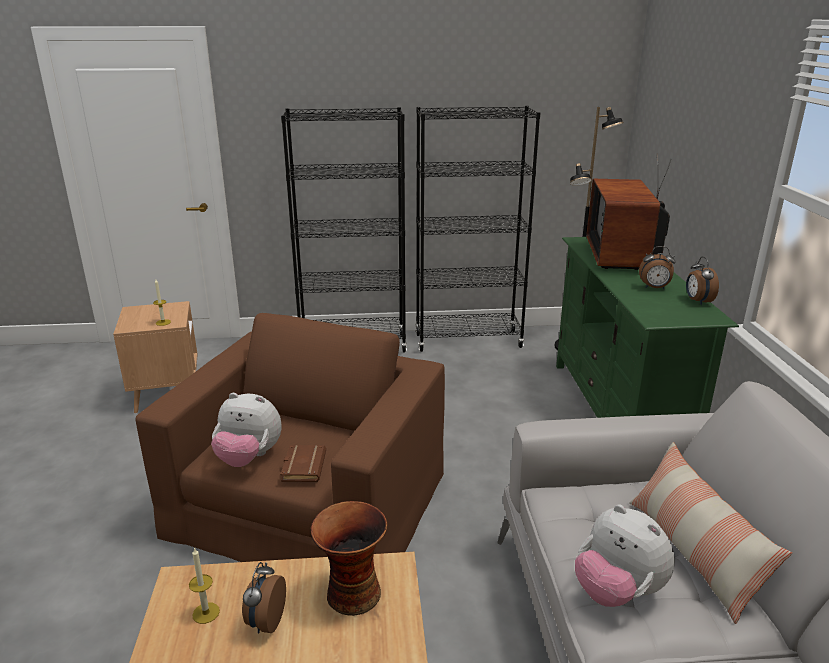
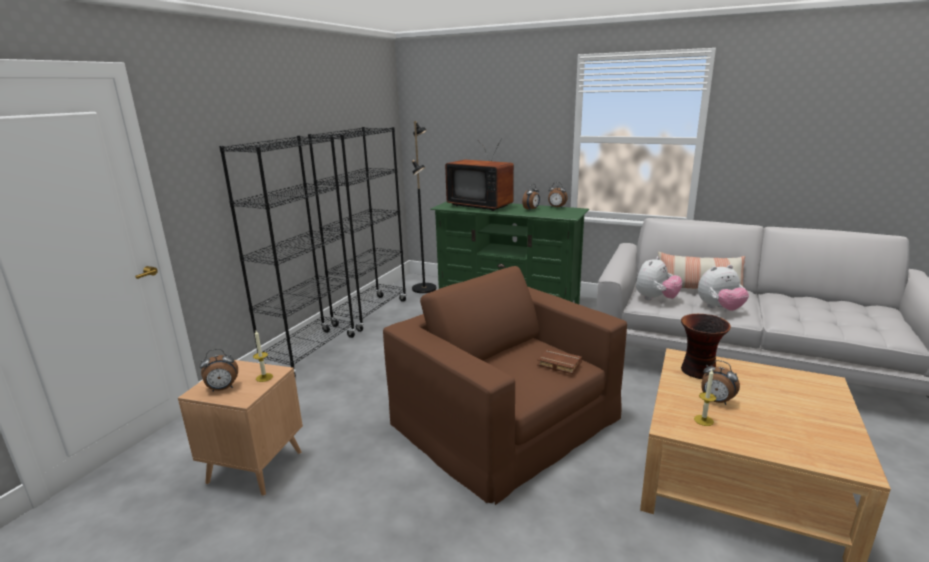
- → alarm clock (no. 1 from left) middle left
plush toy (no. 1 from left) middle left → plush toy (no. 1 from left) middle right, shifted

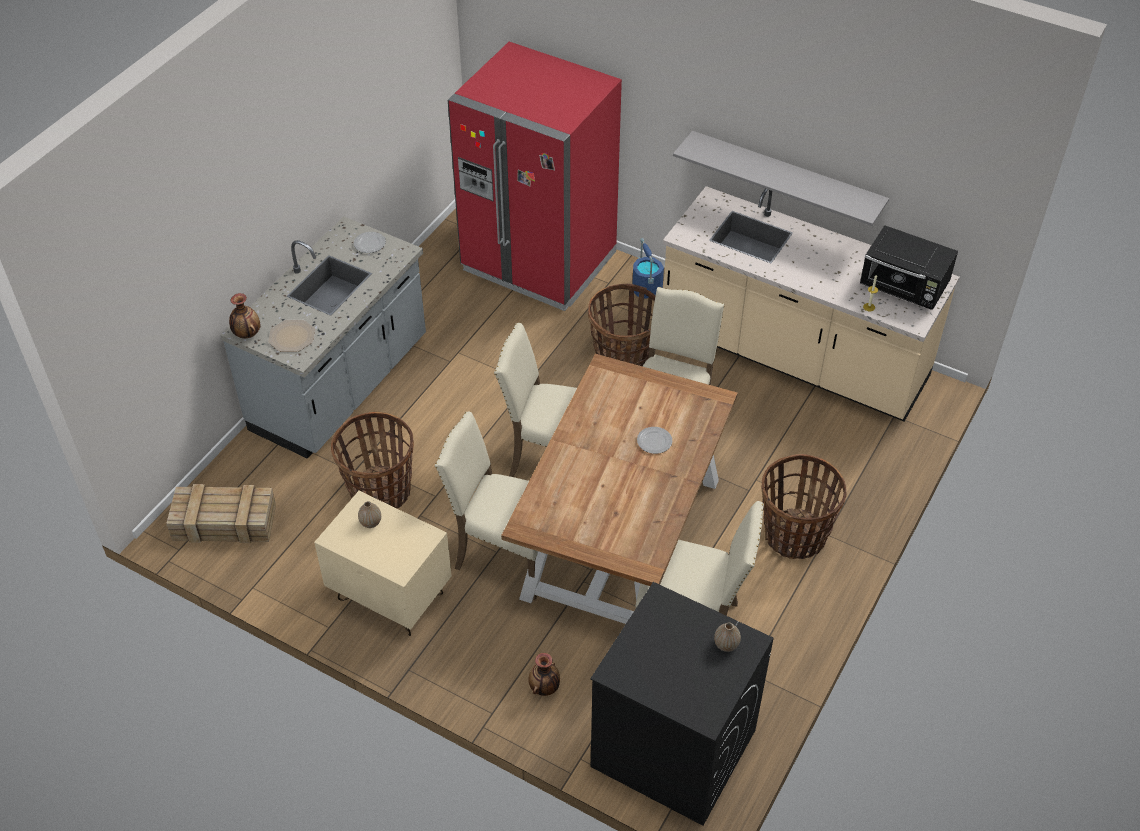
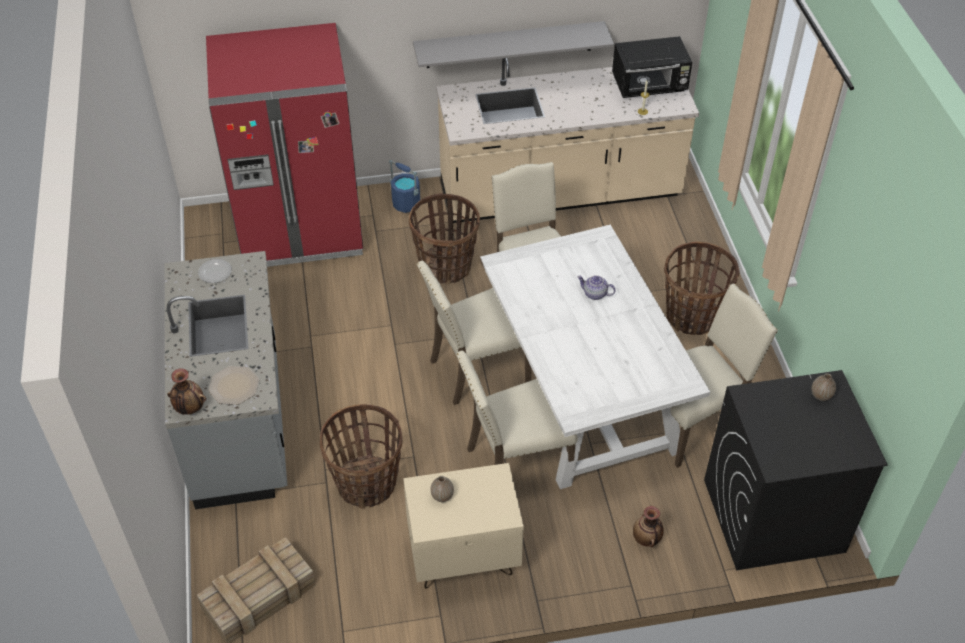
brown dining table centre → white dining table centre
plate (no. 3 from left) centre → teapot centre

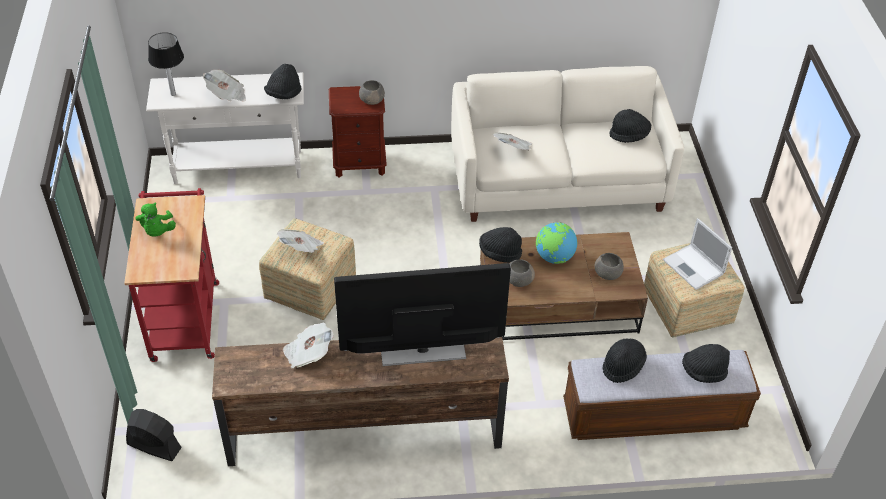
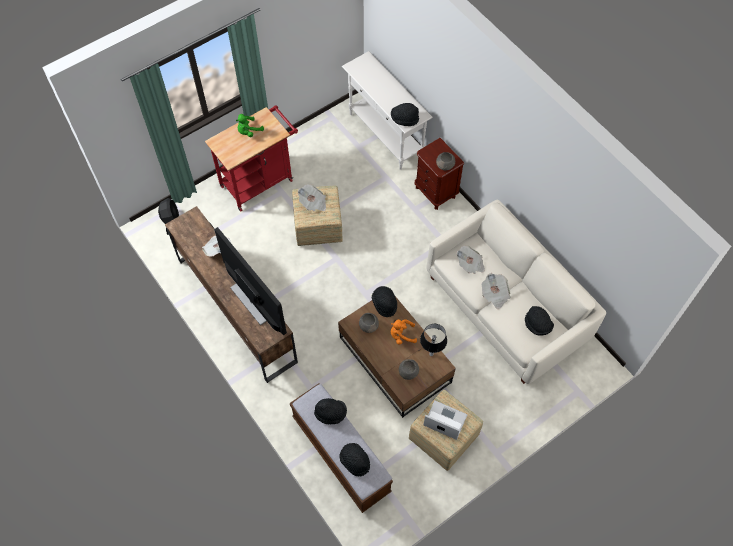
globe centre → orange plush toy centre
table lamp top left → table lamp centre, shifted
laptop middle right → laptop bottom centre, 90 degrees clockwise
newspaper (no. 1 from left in the first image) top left → newspaper (no. 4 from left) middle right, shifted

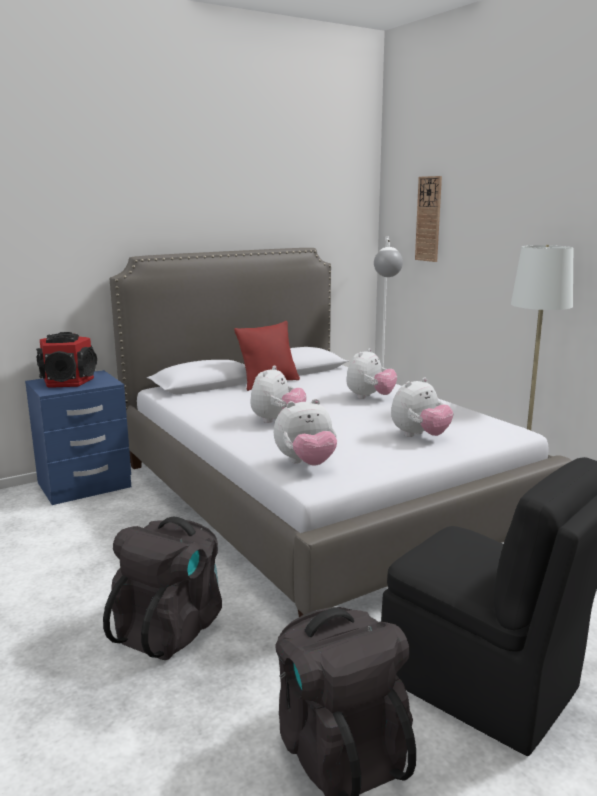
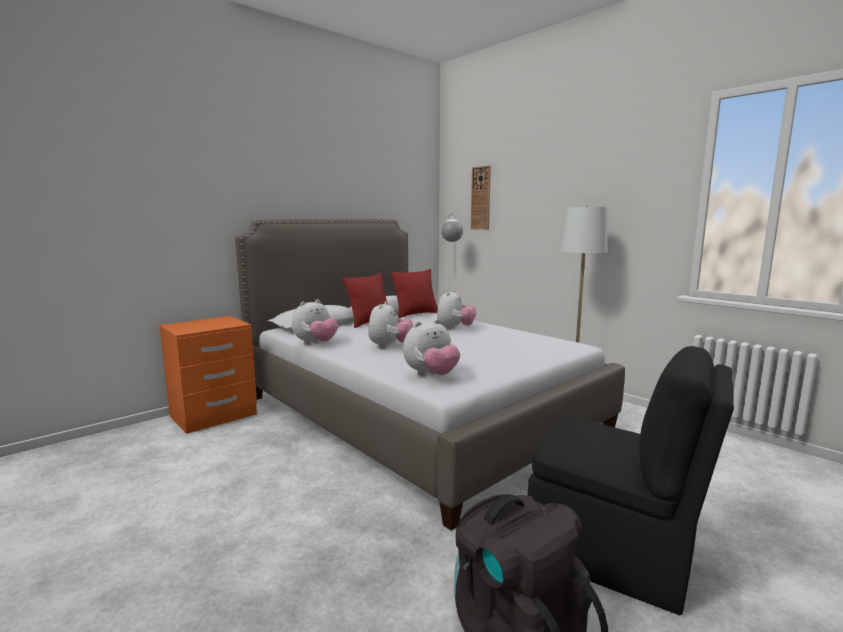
blue nightstand middle left → orange nightstand middle left
plush toy (no. 4 from left in the first image) middle right → plush toy (no. 1 from left) centre, shifted
- → red pillow (no. 2 from left) centre
speaker middle left → -
black backpack (no. 1 from left) bottom left → -

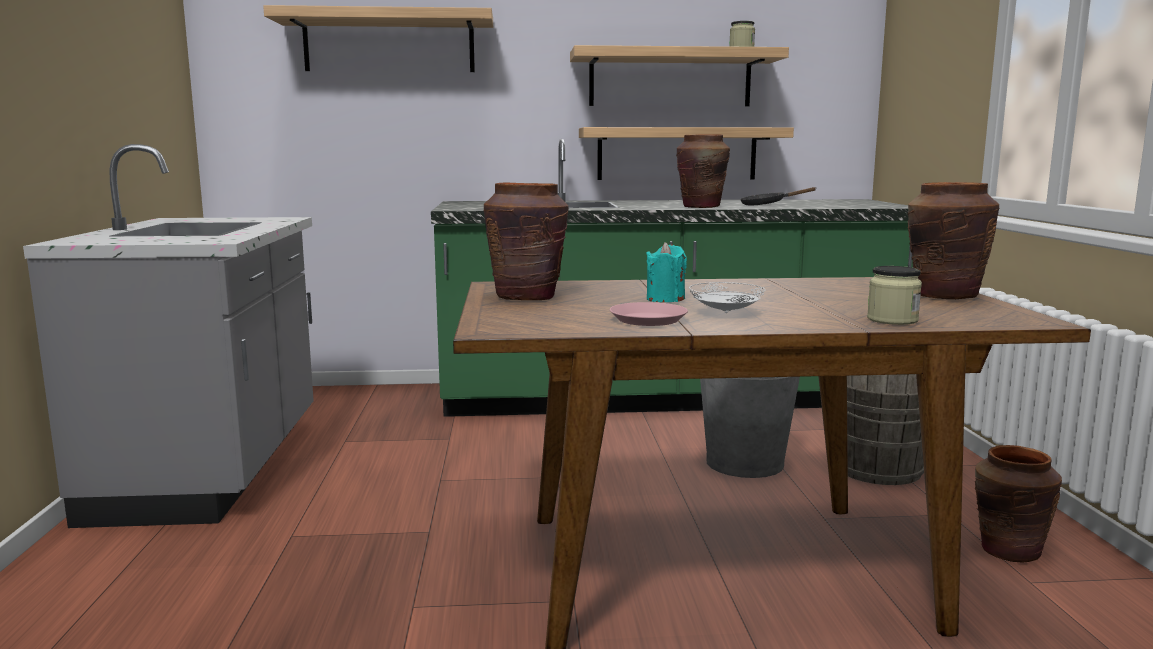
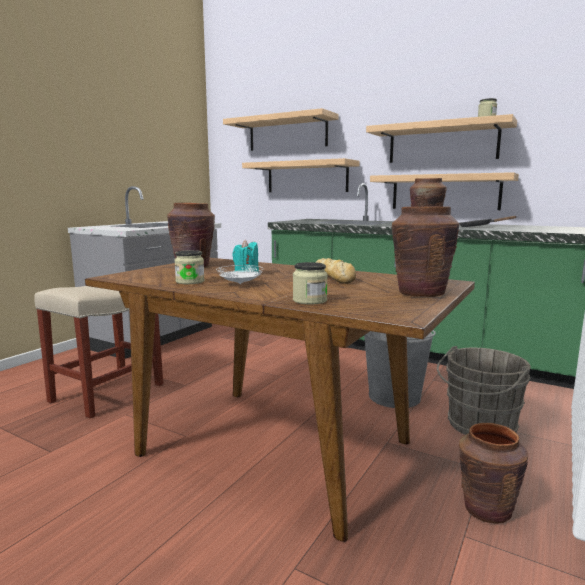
- → beige stool middle left
pink plate centre → jar (no. 1 from left) middle left
- → shelf (no. 2 from left) top centre
- → bread centre

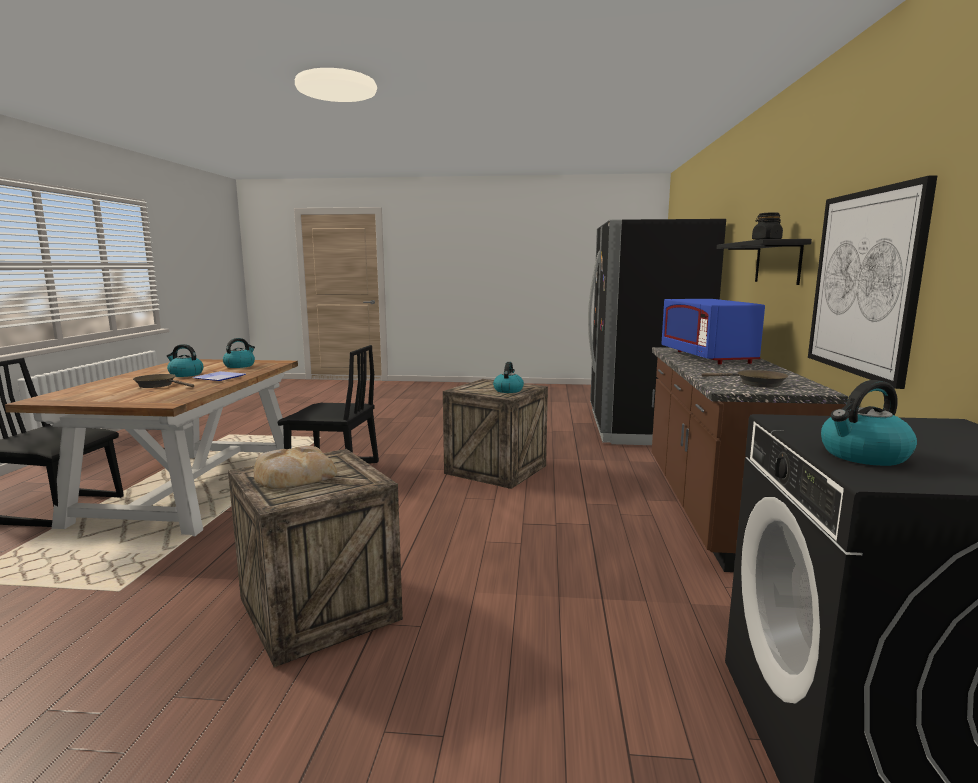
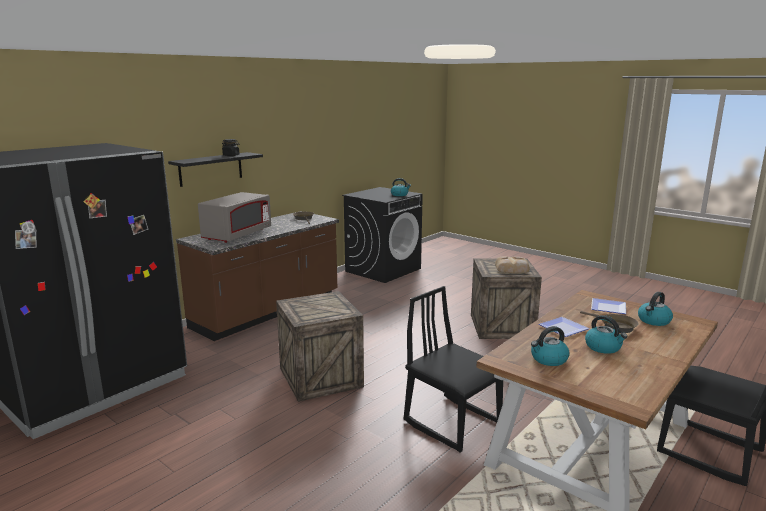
blue microwave middle right → grey microwave middle left
- → plate (no. 2 from left) middle right
kettle (no. 3 from left in the first image) centre → kettle (no. 4 from left) middle right, shifted
picture middle right → -

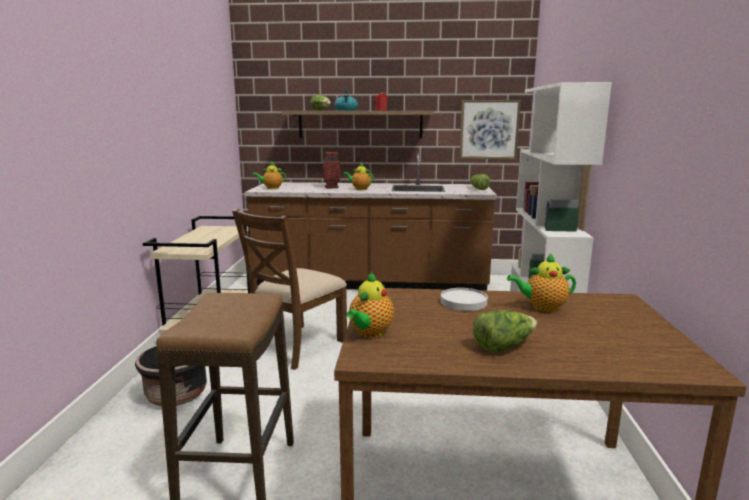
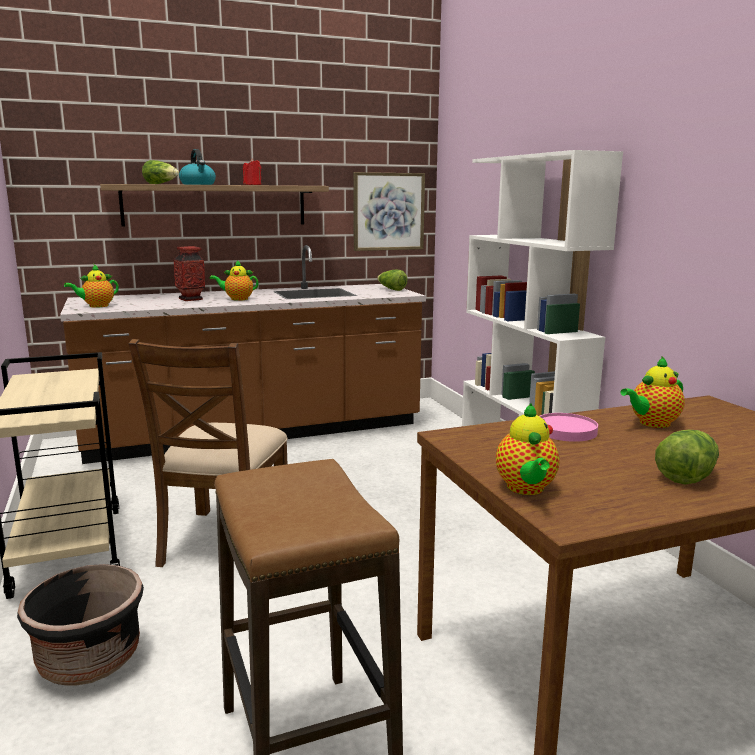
white plate centre → pink plate middle right

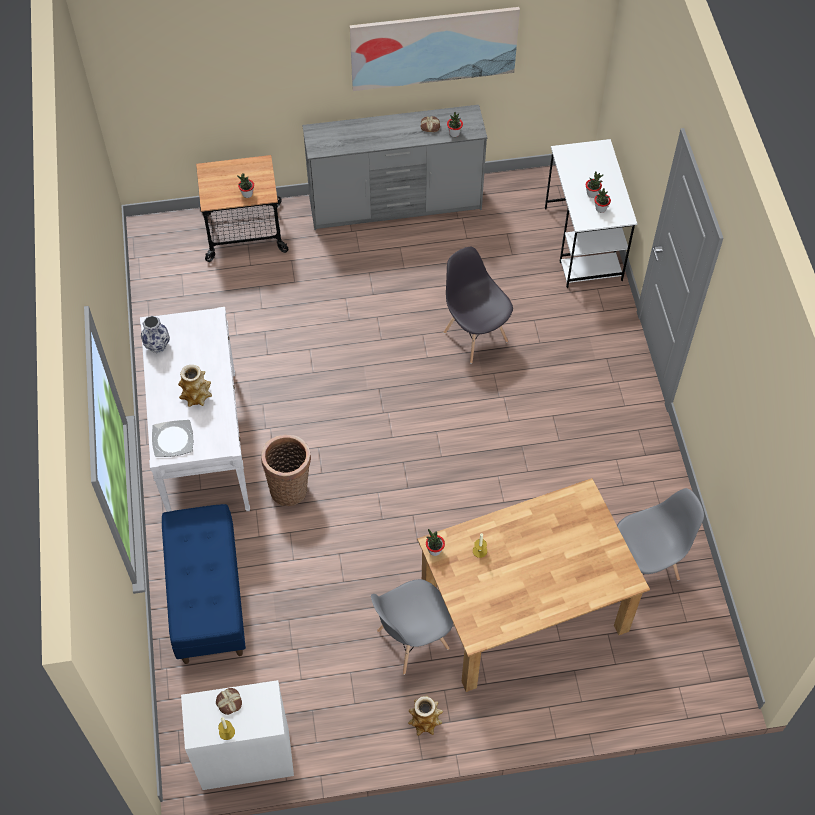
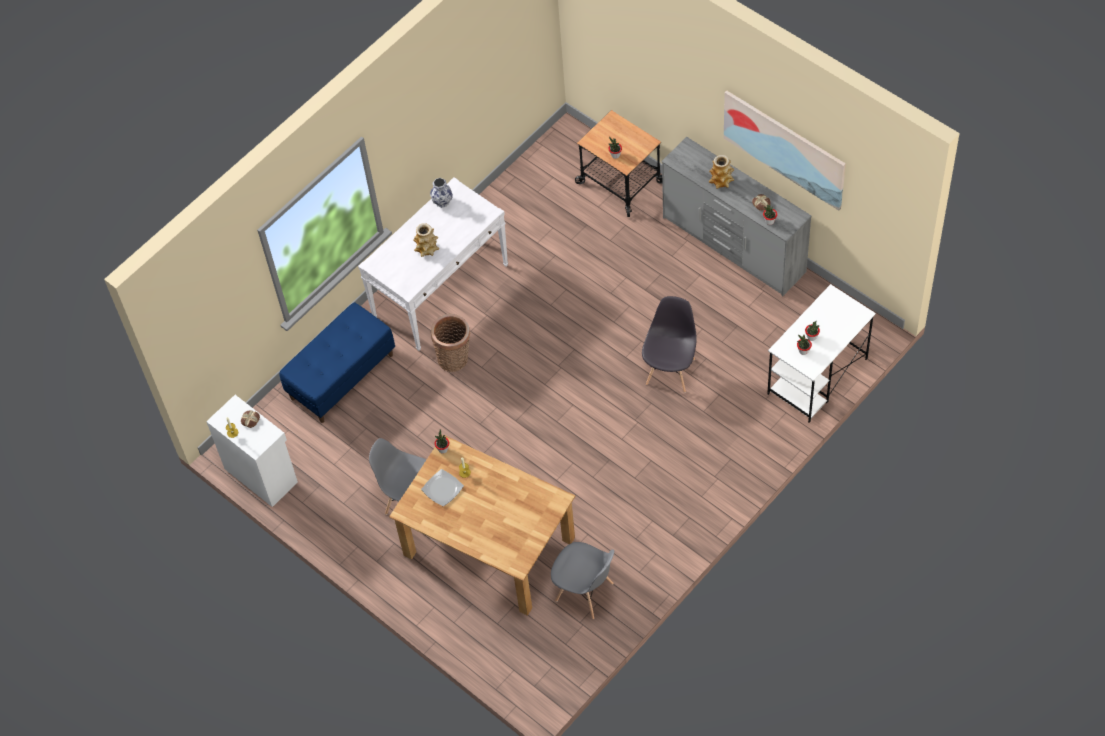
plate middle left → plate centre, shifted
vase (no. 3 from left) bottom centre → vase (no. 3 from left) top centre, shifted

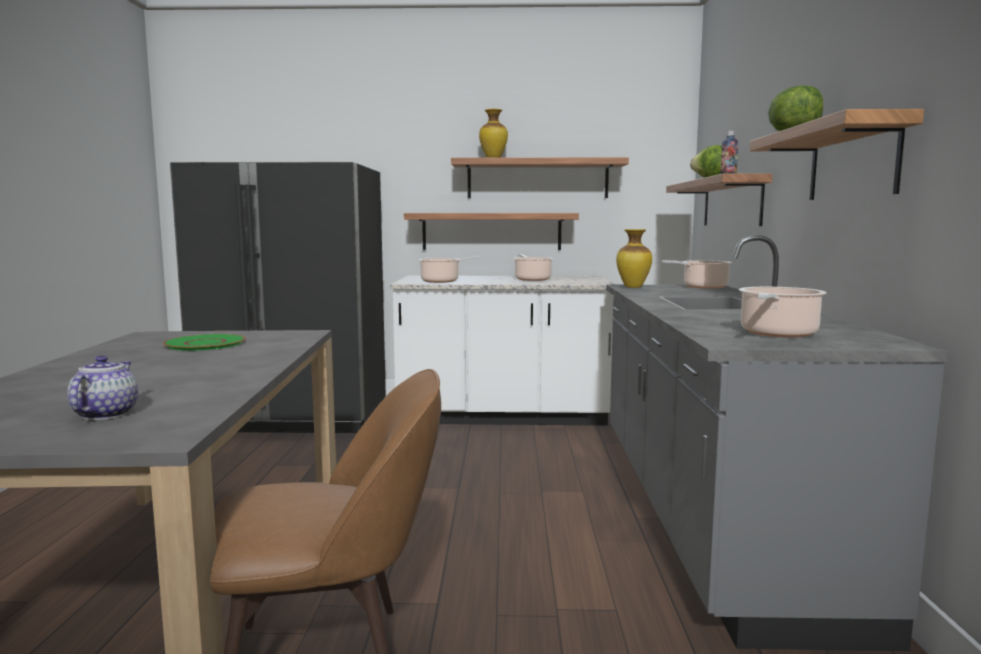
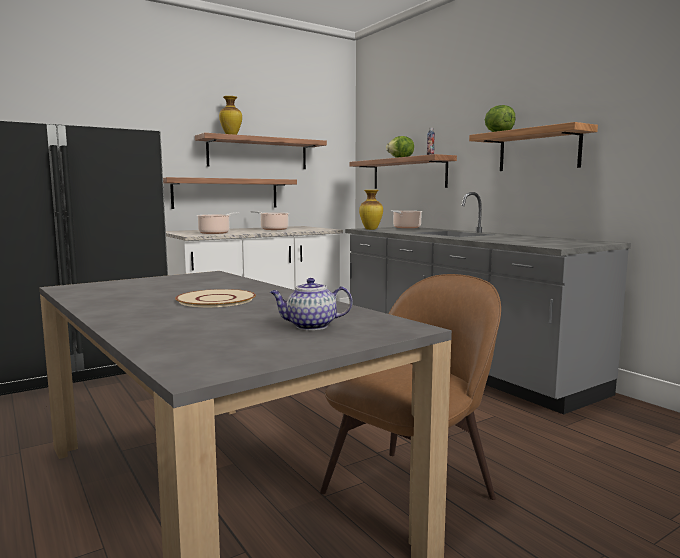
- → beige plate middle left
teapot middle left → teapot centre, 60 degrees counterclockwise
green plate middle left → -
cooking pot (no. 4 from left) middle right → -

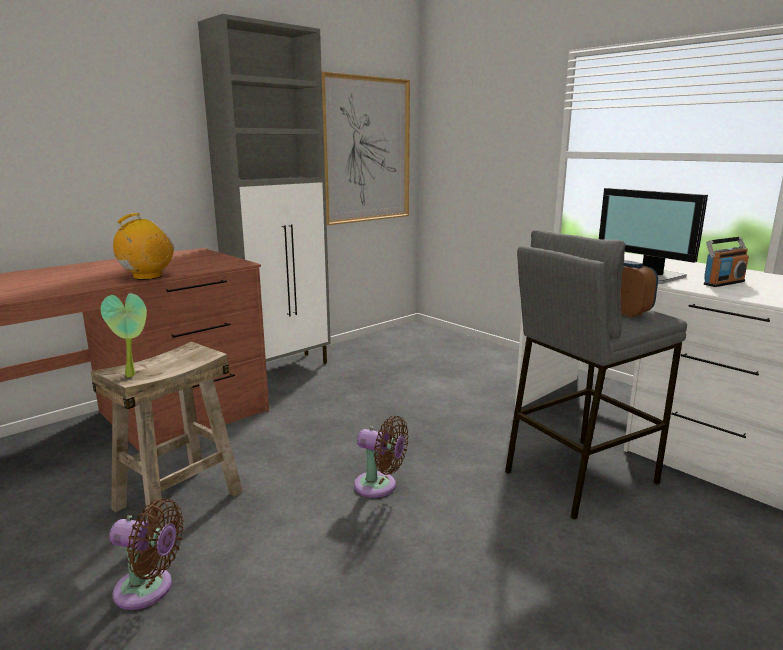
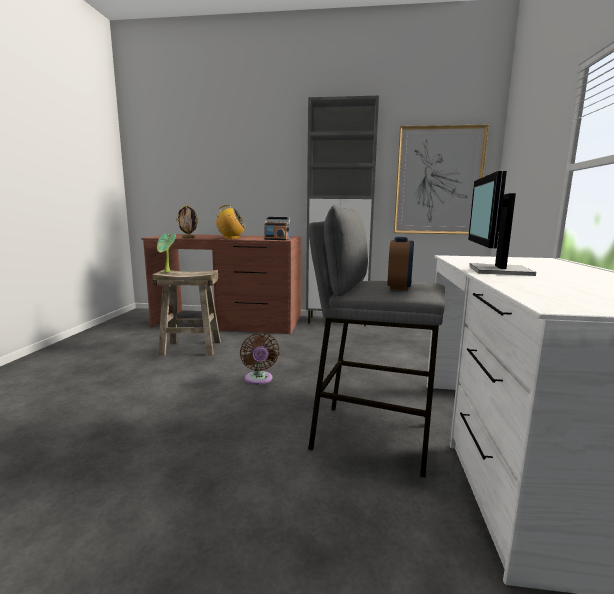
- → picture frame middle left
radio (no. 2 from left) middle right → radio (no. 2 from left) centre, shifted
brown fan (no. 1 from left) bottom left → -

